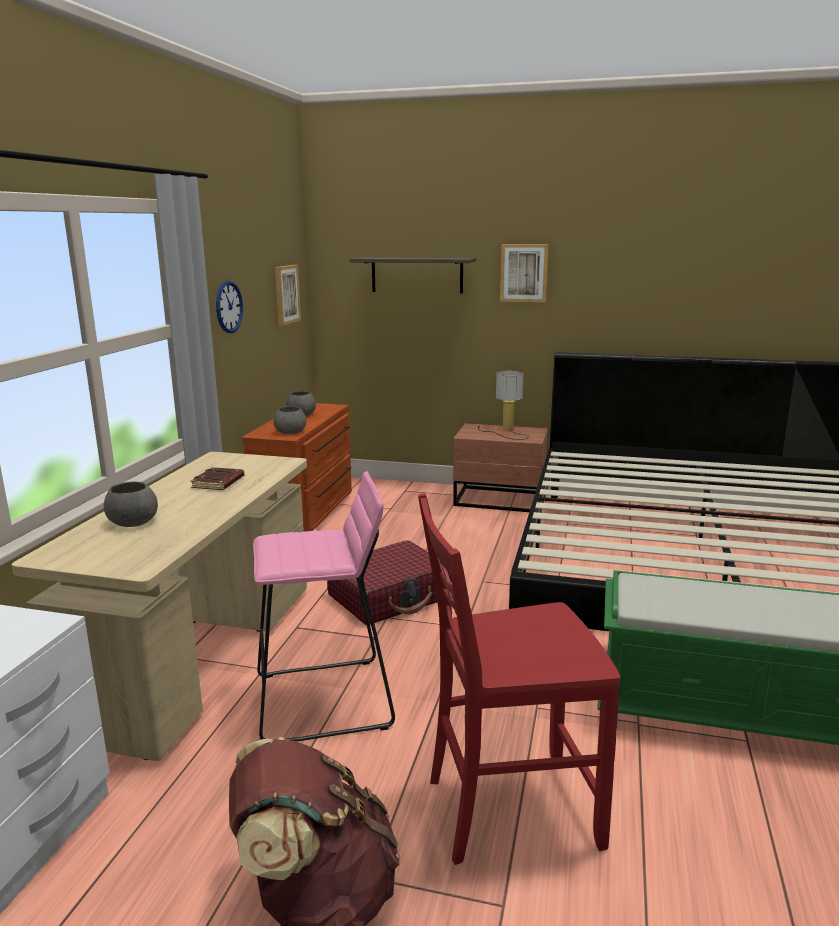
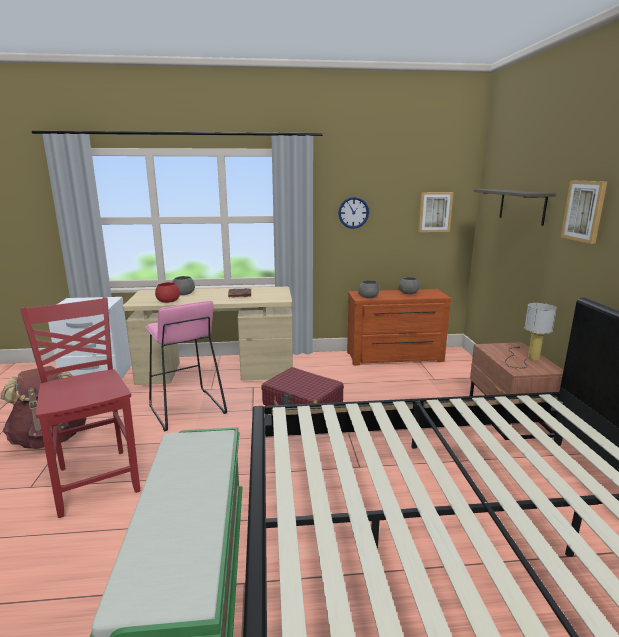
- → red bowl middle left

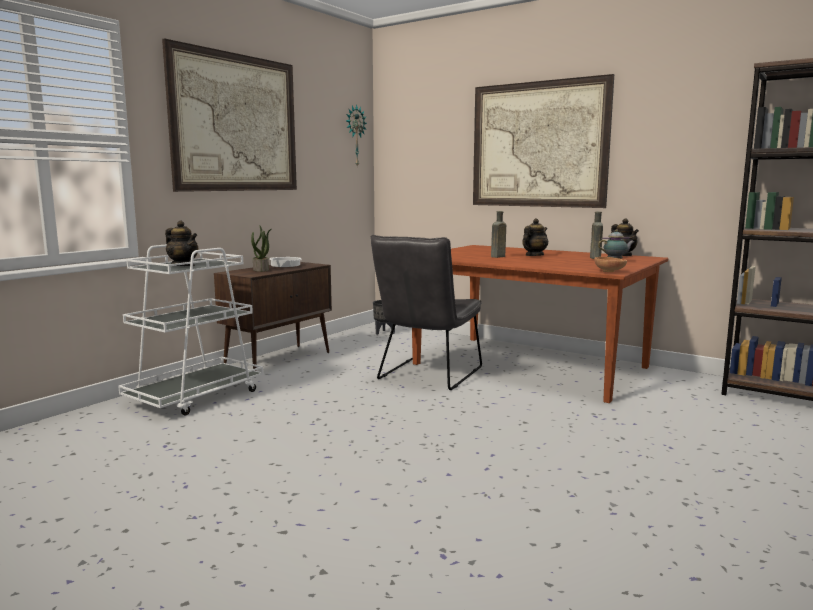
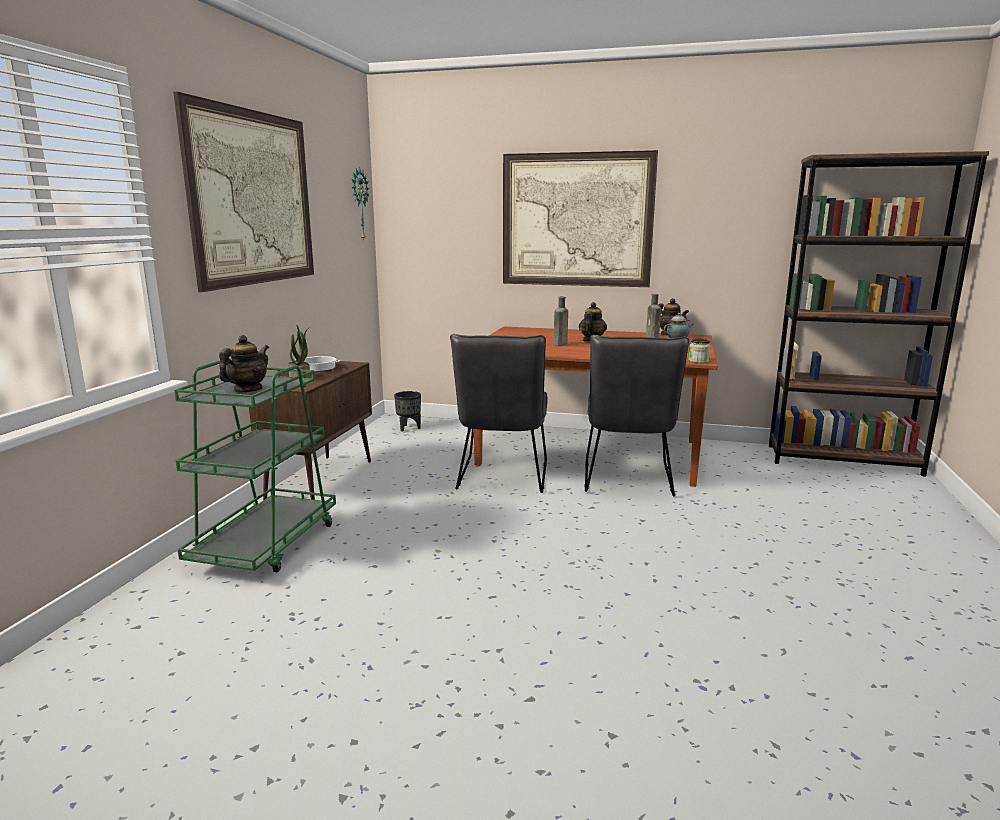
white cart middle left → green cart middle left
teapot (no. 1 from left) middle left, 75 degrees counterclockwise
- → grey chair (no. 2 from left) centre
brown bowl middle right → jar middle right

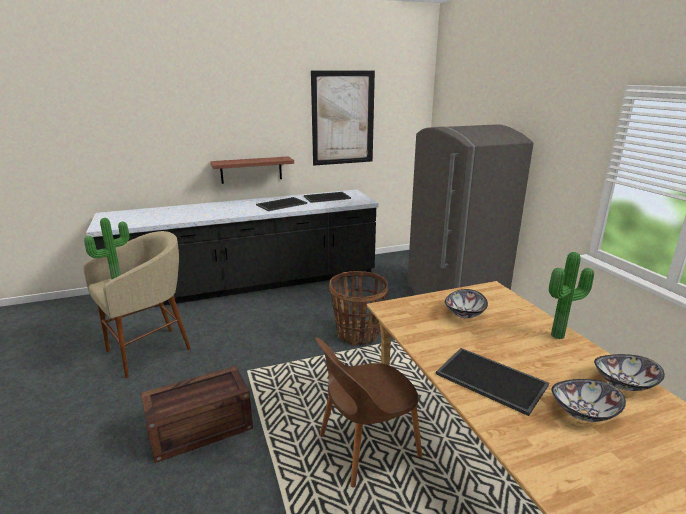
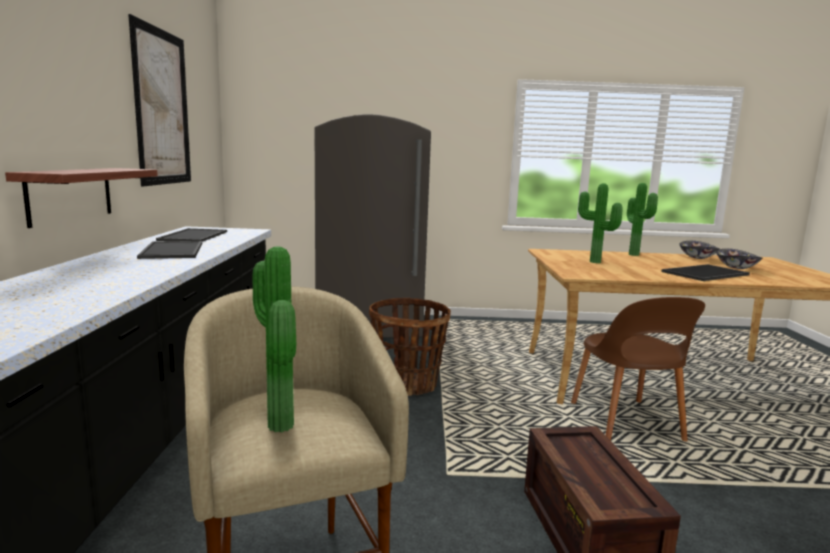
bowl (no. 1 from left) middle right → potted plant (no. 2 from left) middle right

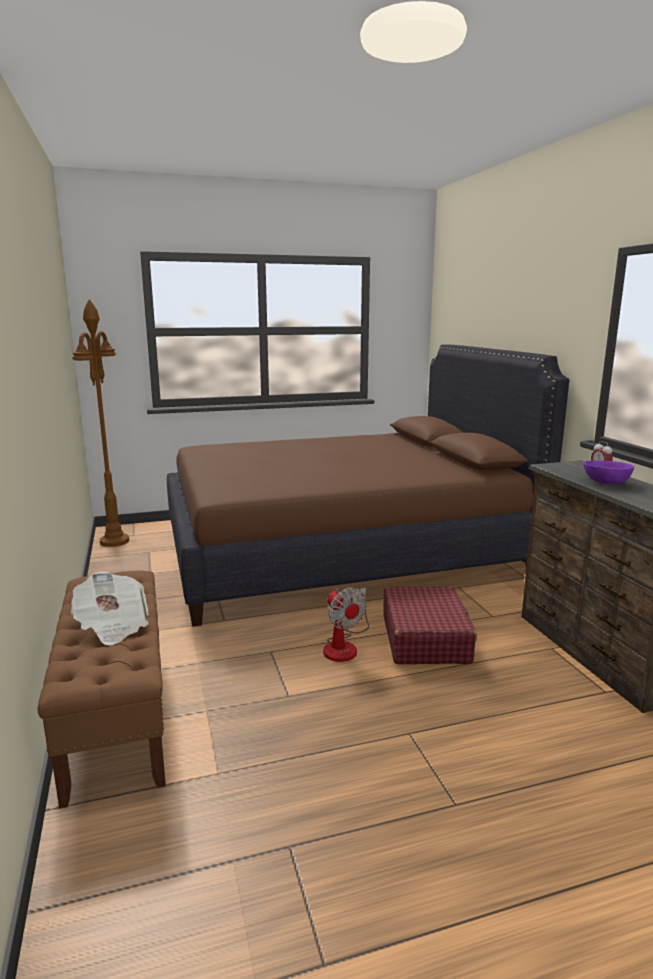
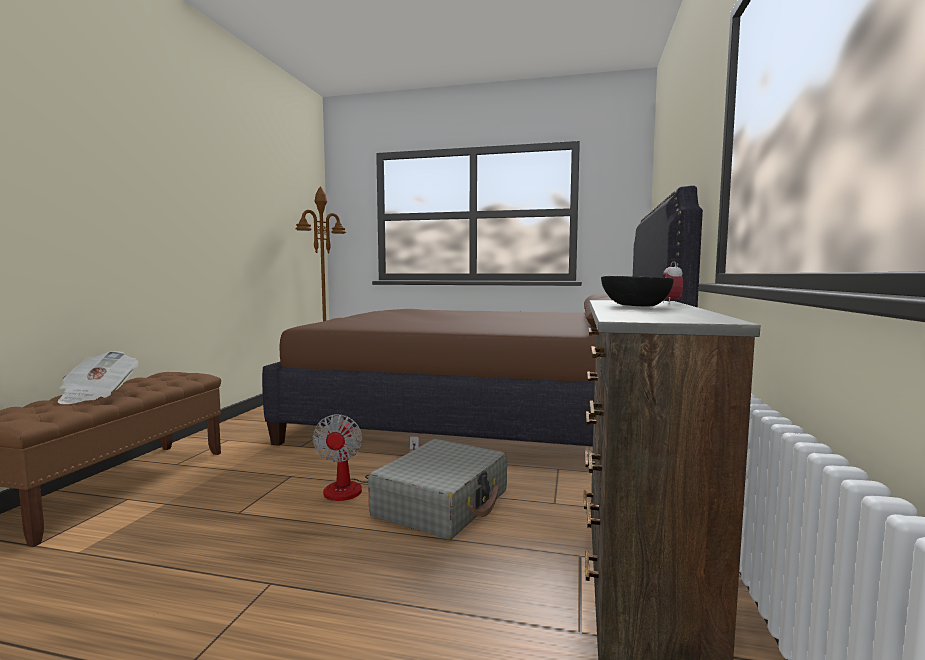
red suitcase centre → grey suitcase bottom centre
purple bowl middle right → black bowl middle right

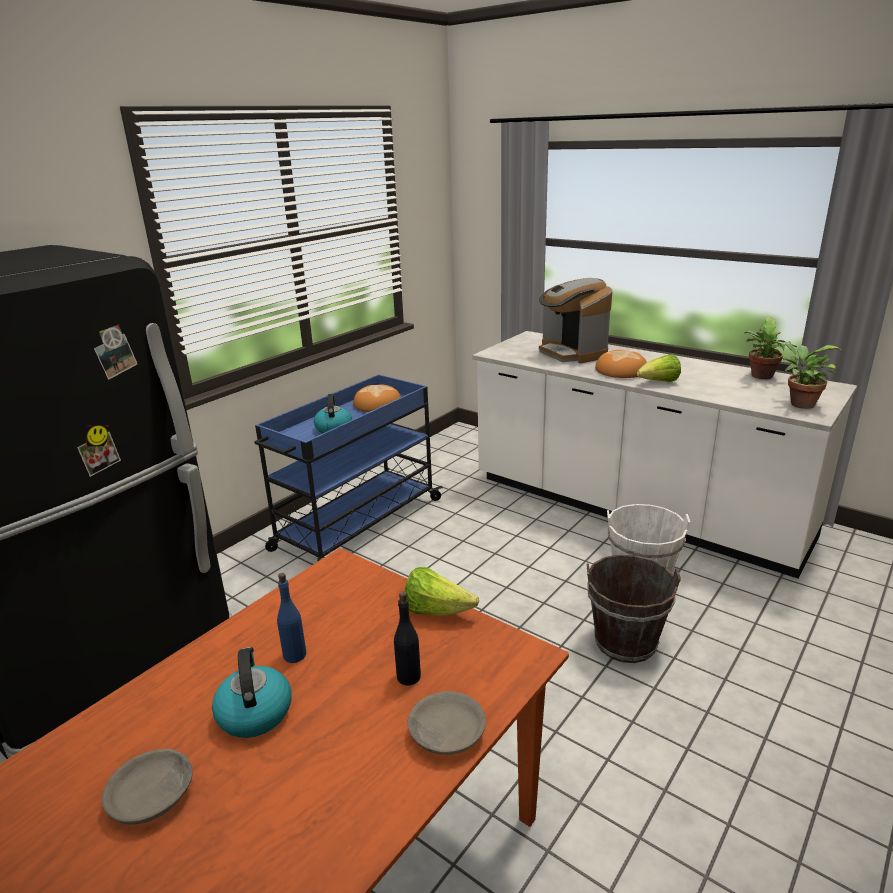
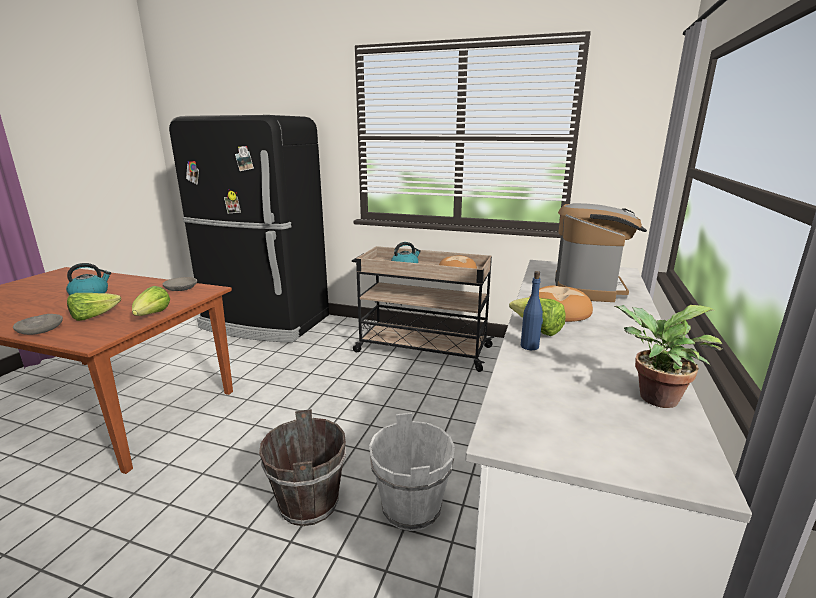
black bottle bottom centre → lettuce (no. 1 from left) middle left
grey bowl (no. 1 from left in the first image) bottom left → grey bowl (no. 2 from left) middle left, shifted
blue cart centre → beige cart centre
blue bottle bottom left → blue bottle centre, shifted
coffee machine centre → coffee machine middle right, 150 degrees clockwise
potted plant (no. 2 from left) middle right → -

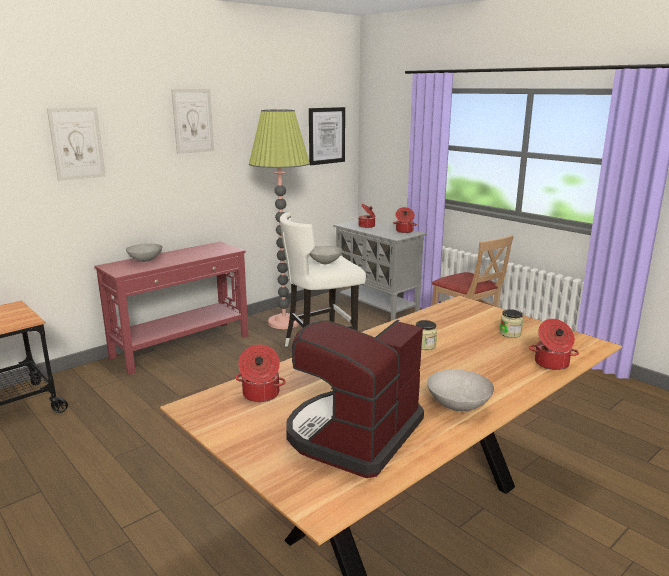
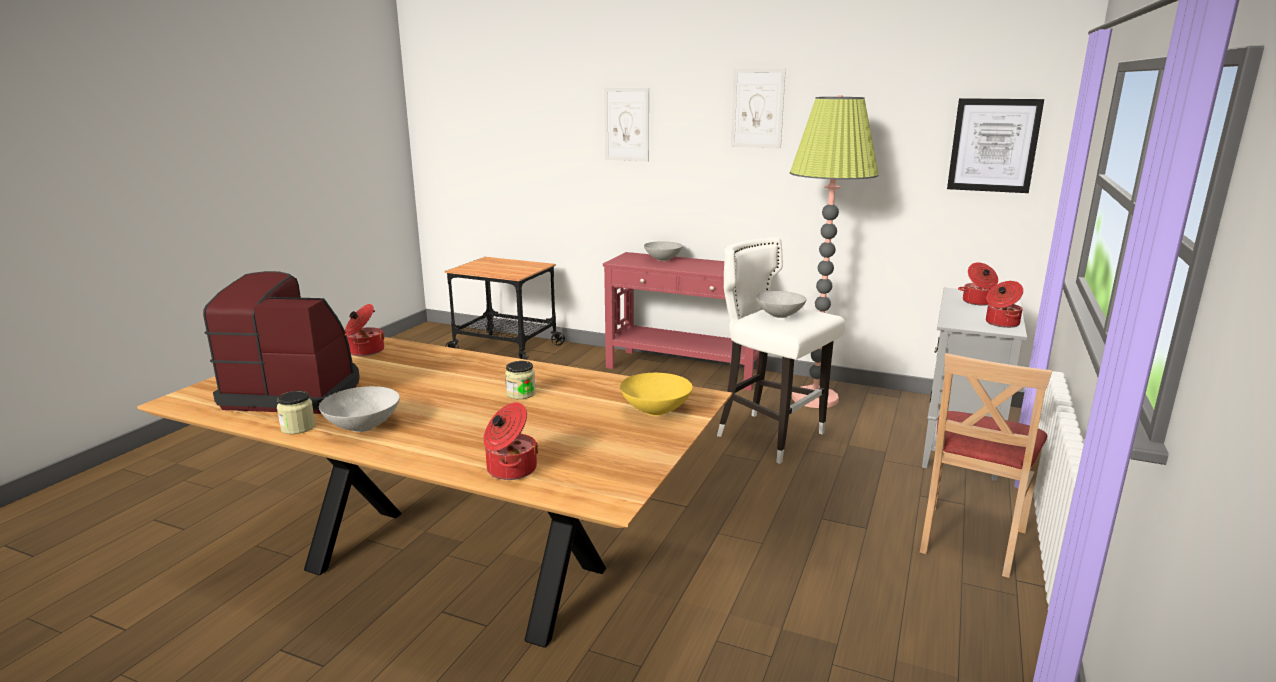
jar (no. 2 from left in the first image) middle right → jar (no. 1 from left) middle left, shifted
- → yellow bowl centre

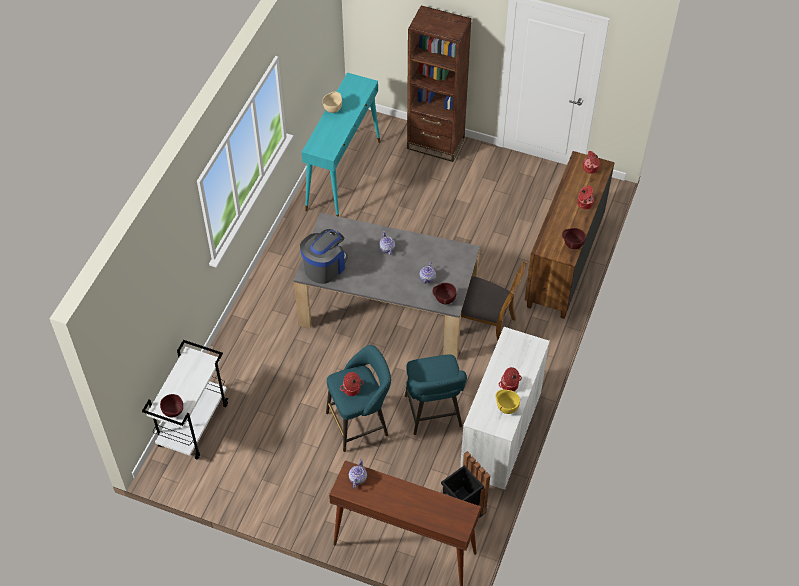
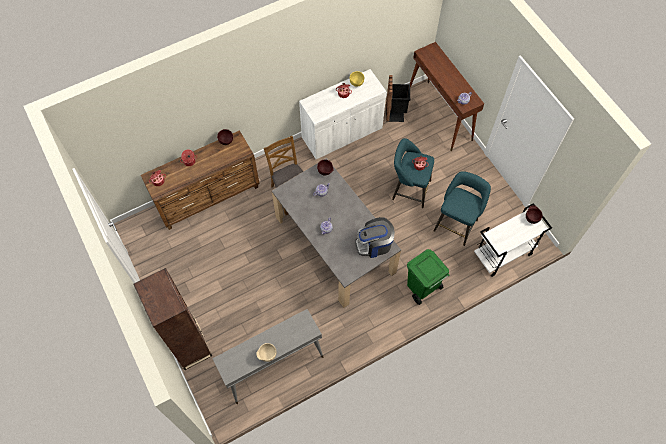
turquoise console table top centre → grey console table bottom centre
- → green trash can centre
turquoise stool (no. 2 from left) bottom centre → turquoise stool (no. 2 from left) middle right, shifted

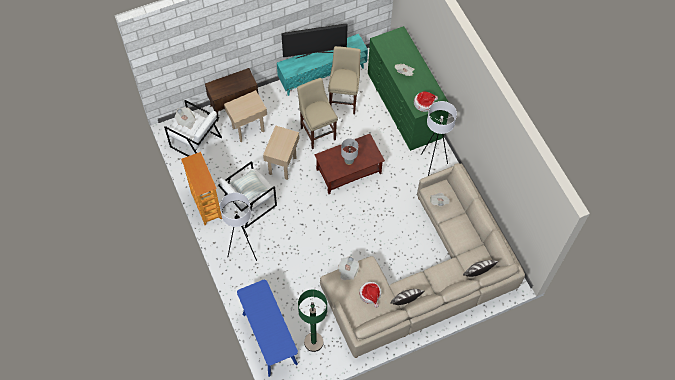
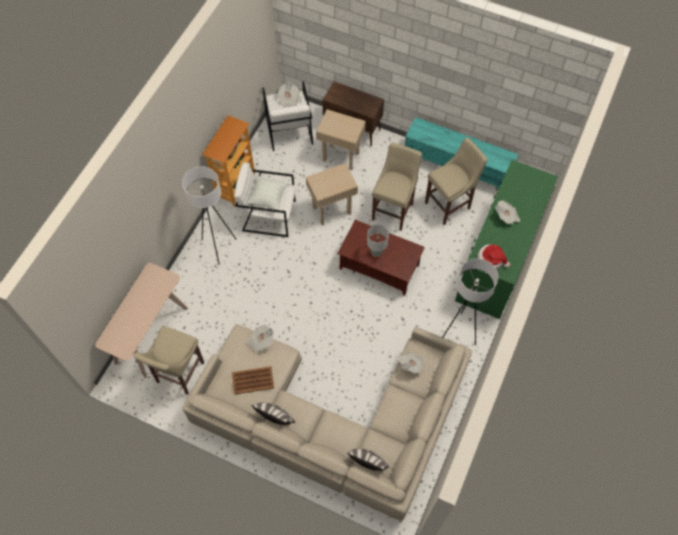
blue console table bottom centre → beige console table middle left
green floor lamp bottom centre → beige stool (no. 1 from left) bottom left
hat (no. 1 from left) bottom centre → brown tray bottom centre
television top centre → -

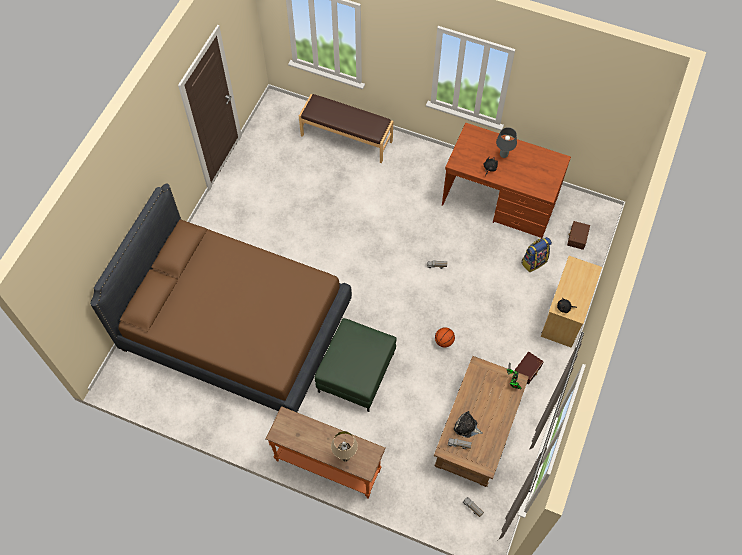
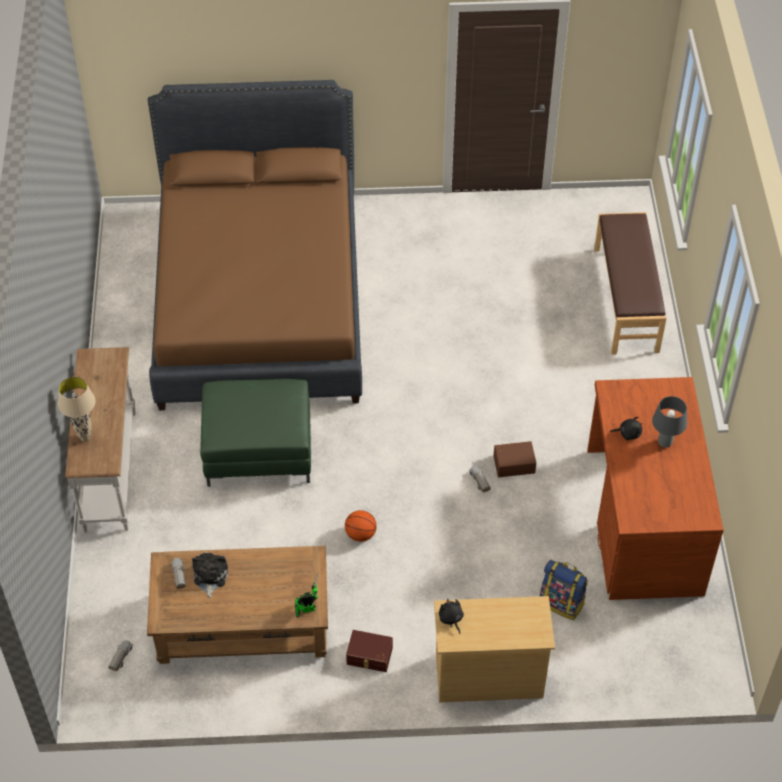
orange console table bottom centre → white console table middle left
brown storage box (no. 2 from left) middle right → brown storage box (no. 2 from left) centre, shifted

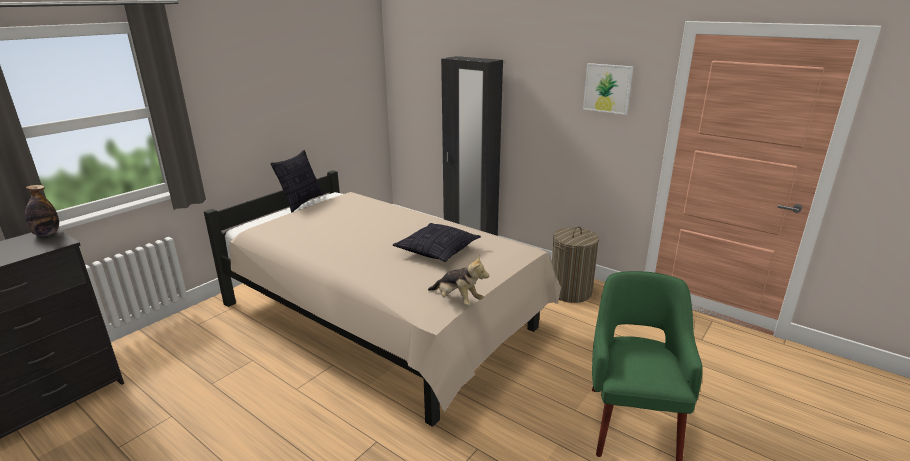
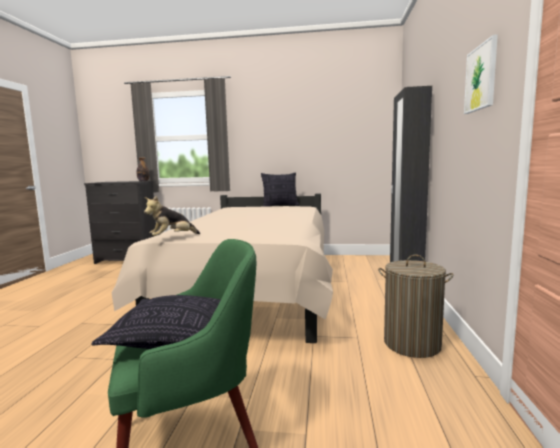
pillow (no. 2 from left in the first image) centre → pillow (no. 1 from left) bottom left, shifted
plush toy centre → plush toy middle left, 45 degrees clockwise

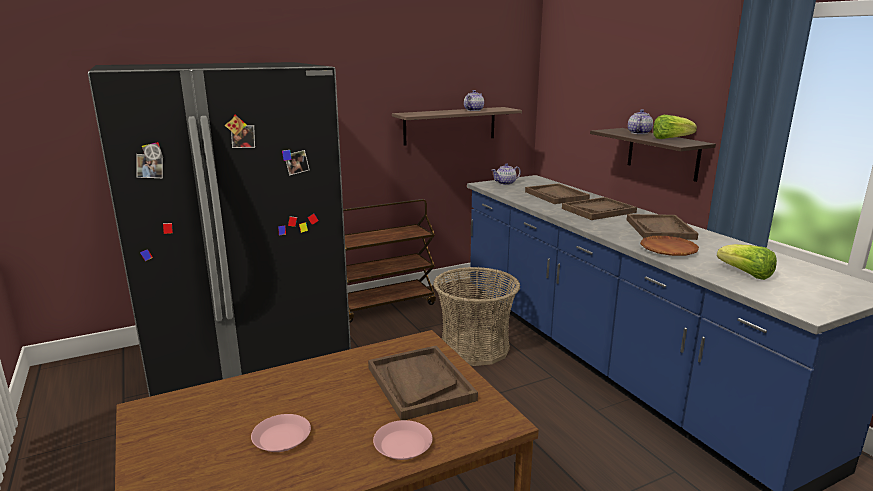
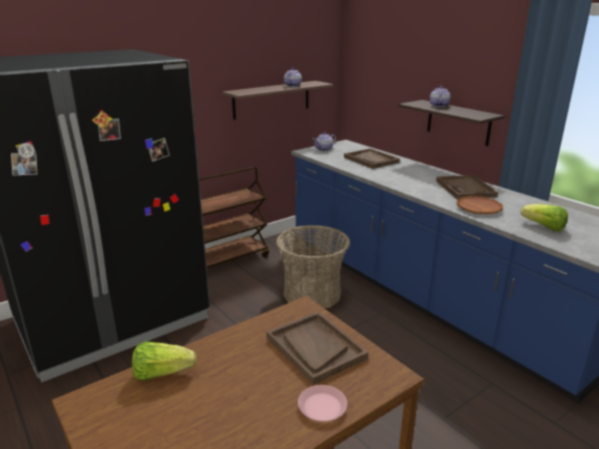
lettuce (no. 1 from left) top right → lettuce (no. 1 from left) bottom left, shifted
pink plate (no. 1 from left) bottom left → -
brown tray (no. 3 from left) middle right → -

